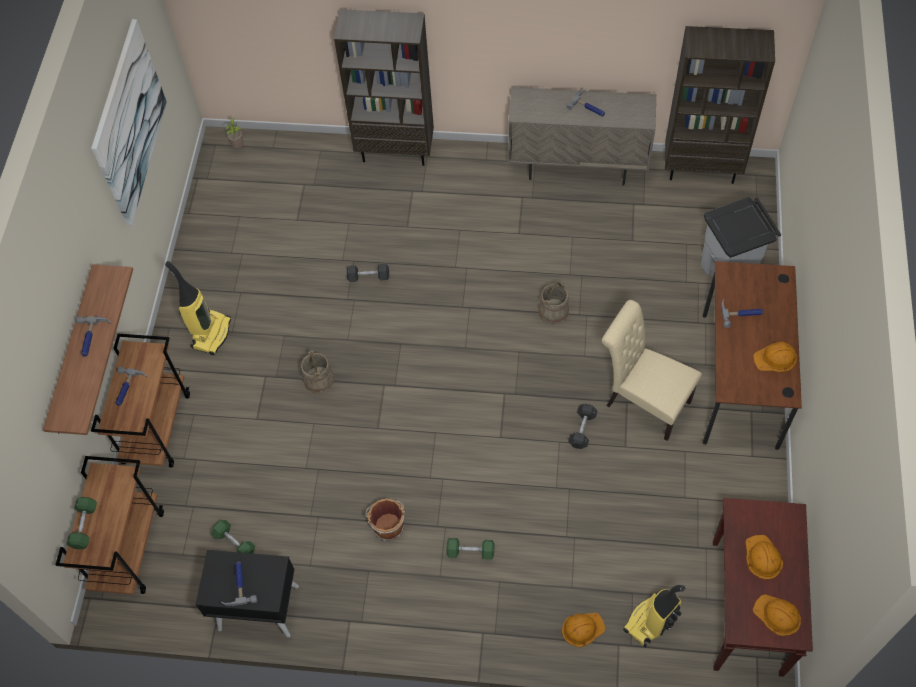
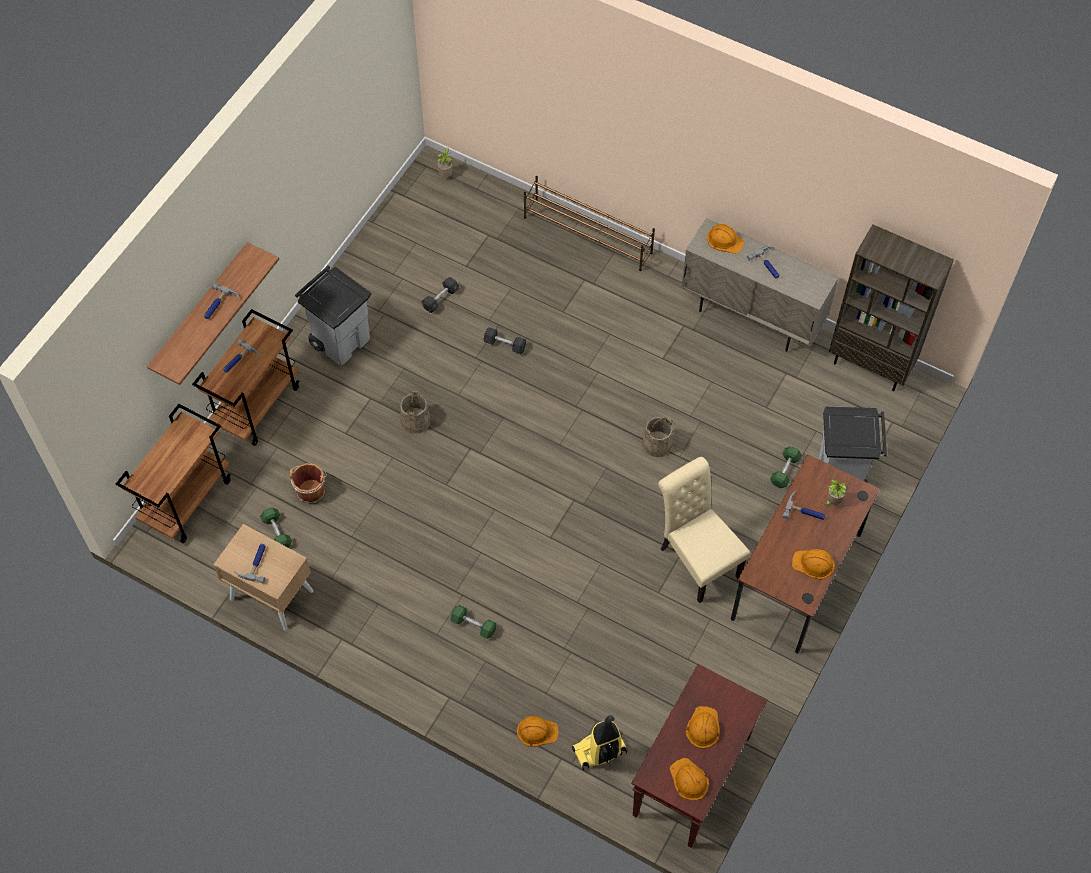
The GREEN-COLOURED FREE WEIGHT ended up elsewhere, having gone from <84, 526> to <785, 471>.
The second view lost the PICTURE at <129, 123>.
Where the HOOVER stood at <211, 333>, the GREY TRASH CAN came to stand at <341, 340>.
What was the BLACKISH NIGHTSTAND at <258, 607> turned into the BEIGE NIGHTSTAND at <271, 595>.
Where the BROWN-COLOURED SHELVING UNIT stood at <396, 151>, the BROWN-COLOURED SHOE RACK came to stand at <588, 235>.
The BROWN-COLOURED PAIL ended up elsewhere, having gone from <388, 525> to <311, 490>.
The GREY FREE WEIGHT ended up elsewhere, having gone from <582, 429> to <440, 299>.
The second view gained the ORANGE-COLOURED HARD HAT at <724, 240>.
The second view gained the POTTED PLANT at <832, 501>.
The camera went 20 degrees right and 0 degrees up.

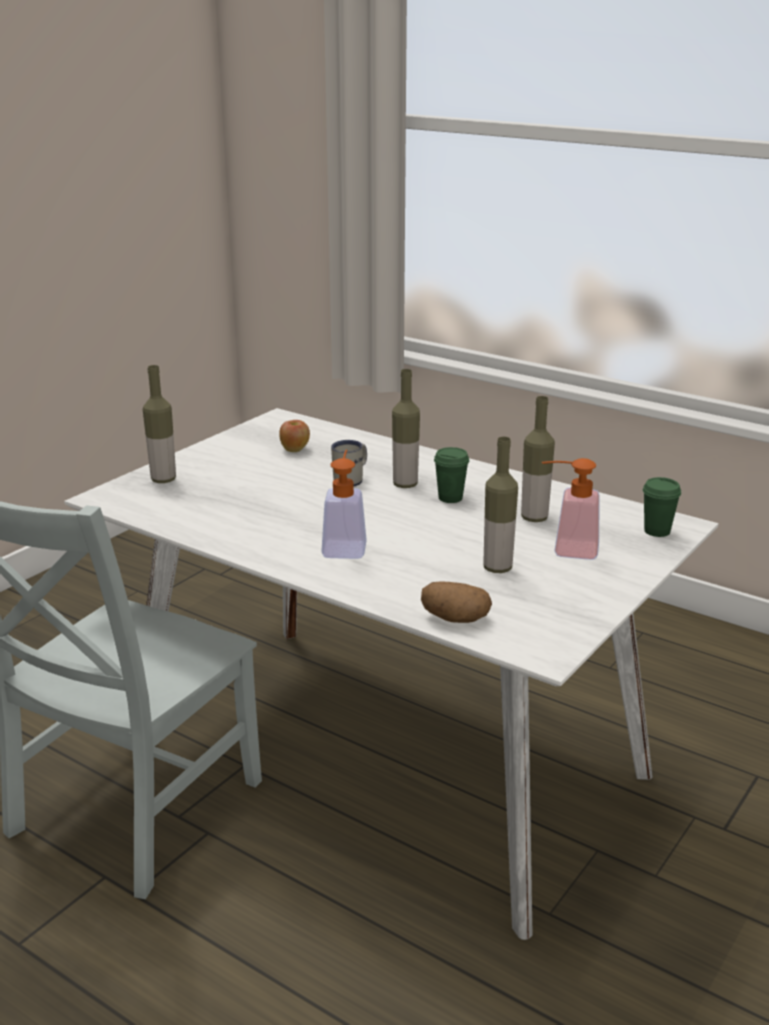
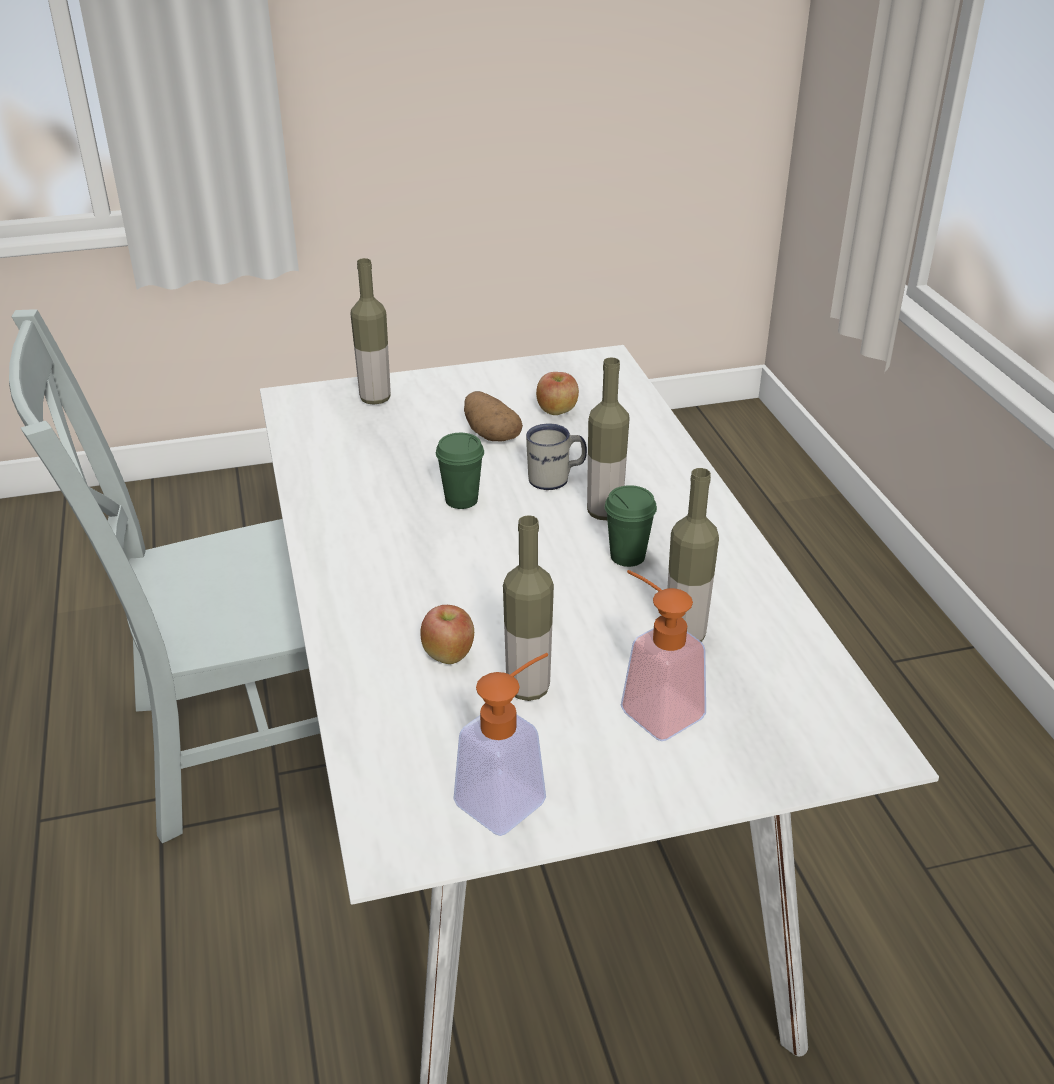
The SOAP DISPENSER ended up elsewhere, having gone from <345, 546> to <511, 795>.
The POTATO ended up elsewhere, having gone from <455, 619> to <490, 434>.
The GREEN-COLOURED SMALL CUP ended up elsewhere, having gone from <657, 531> to <461, 500>.
The second view gained the WHOLE APPLE at <449, 655>.
The camera went 40 degrees right and 10 degrees up.

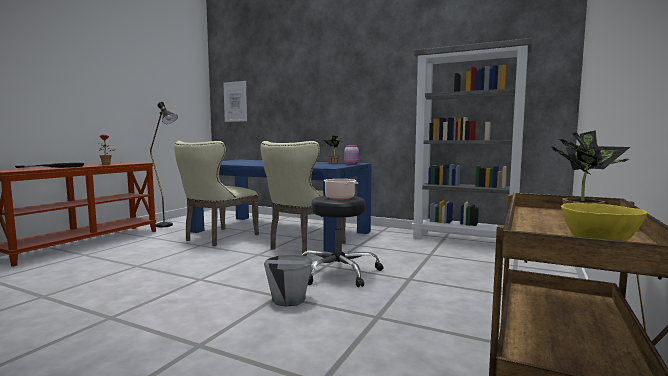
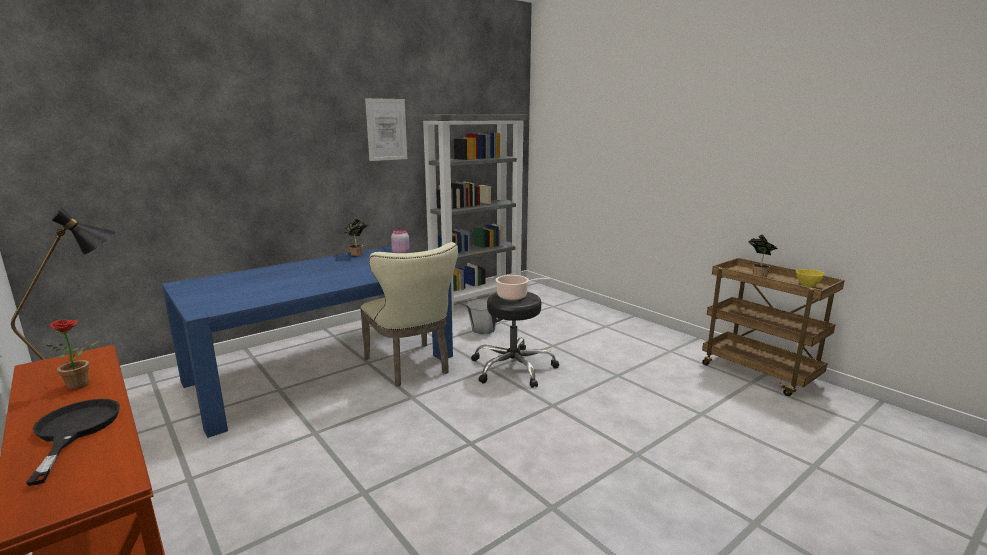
The second view lost the BEIGE CHAIR at <217, 238>.
The PICTURE ended up elsewhere, having gone from <235, 101> to <386, 129>.
The GREY PAIL ended up elsewhere, having gone from <288, 299> to <483, 329>.
The camera went 65 degrees left and 10 degrees up.

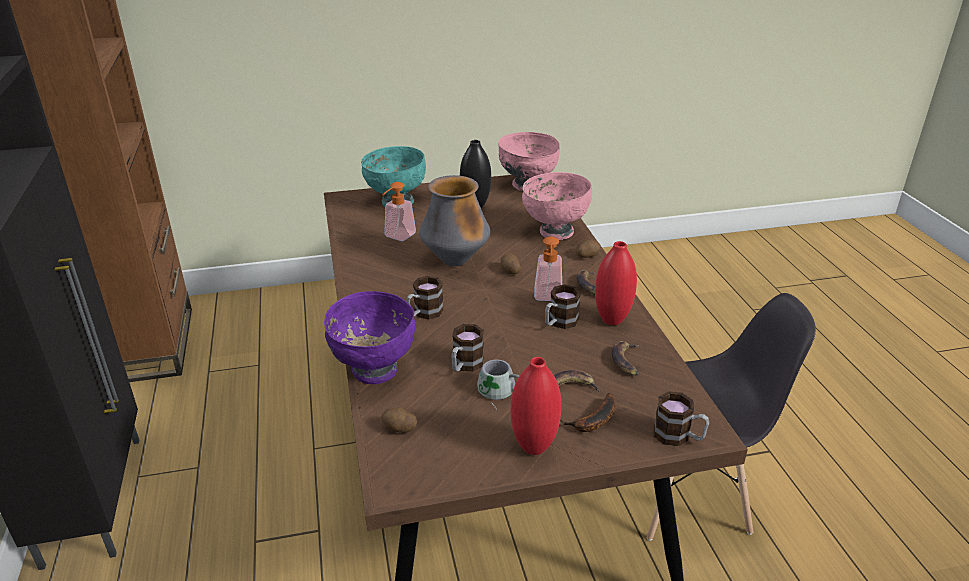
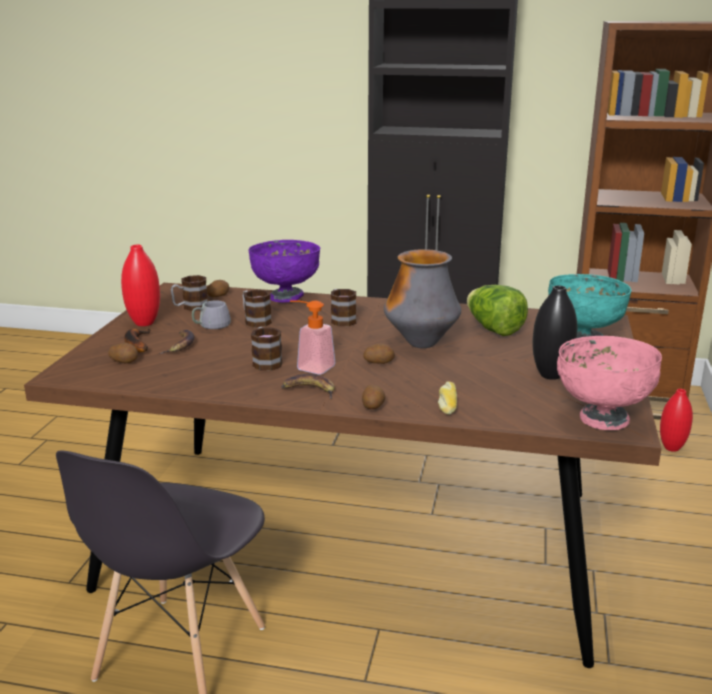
Where the SOAP DISPENSER stood at <397, 237>, the LETTUCE came to stand at <493, 329>.
Where the PINK-COLOURED SERVING BOWL stood at <555, 232>, the BREAD came to stand at <447, 403>.
The RED DECORATIVE VASE ended up elsewhere, having gone from <612, 320> to <671, 448>.
The second view lost the BANANA FRUIT at <626, 361>.
The COFFEE MUG ended up elsewhere, having gone from <678, 436> to <190, 307>.
The second view gained the POTATO at <124, 361>.
The camera went 115 degrees right and 10 degrees down.

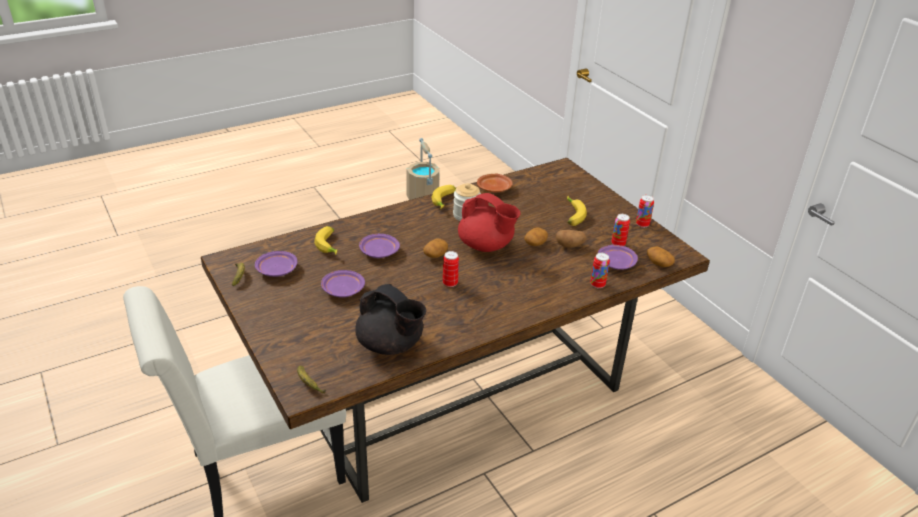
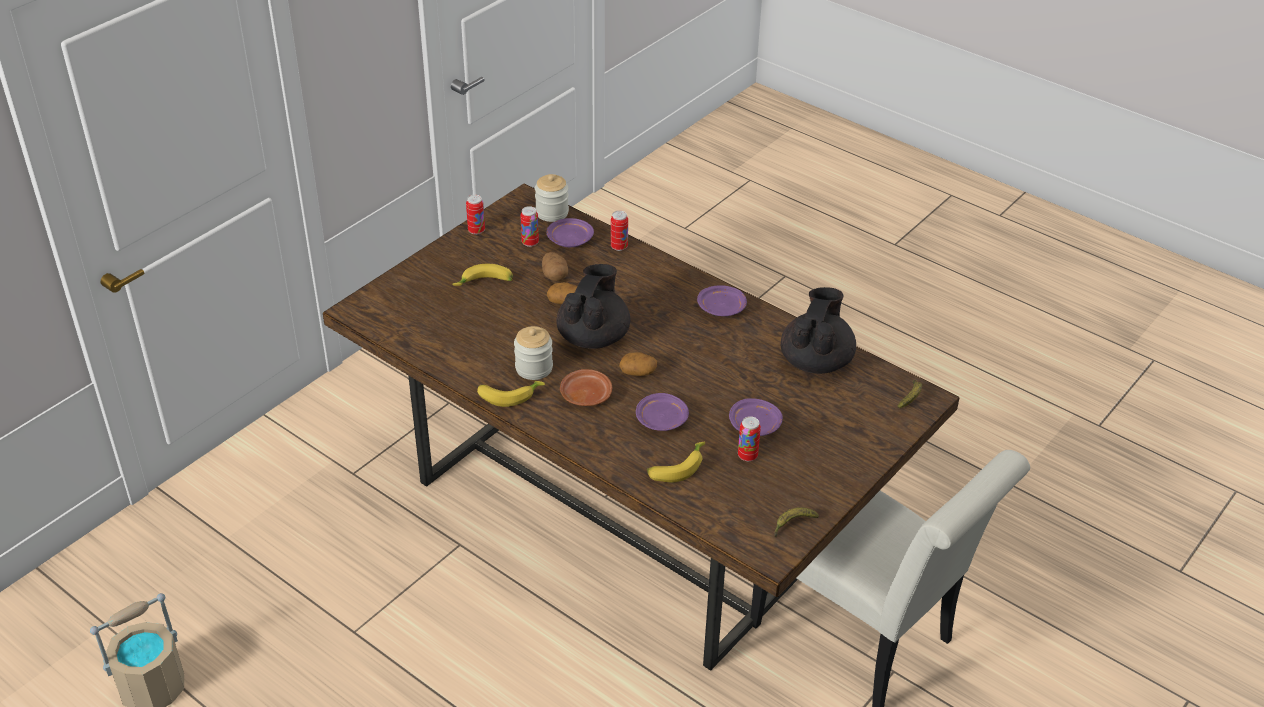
The PURPLISH DINNER PLATE ended up elsewhere, having gone from <276, 270> to <722, 308>.
The METAL CAN ended up elsewhere, having gone from <450, 283> to <747, 456>.
What was the RED TEAPOT at <486, 246> turned into the BLACKISH TEAPOT at <593, 337>.
The BROWN-COLOURED DINNER PLATE ended up elsewhere, having gone from <494, 188> to <585, 395>.
Where the POTATO stood at <658, 263>, the JAR came to stand at <552, 213>.
The camera went 110 degrees left and 5 degrees up.

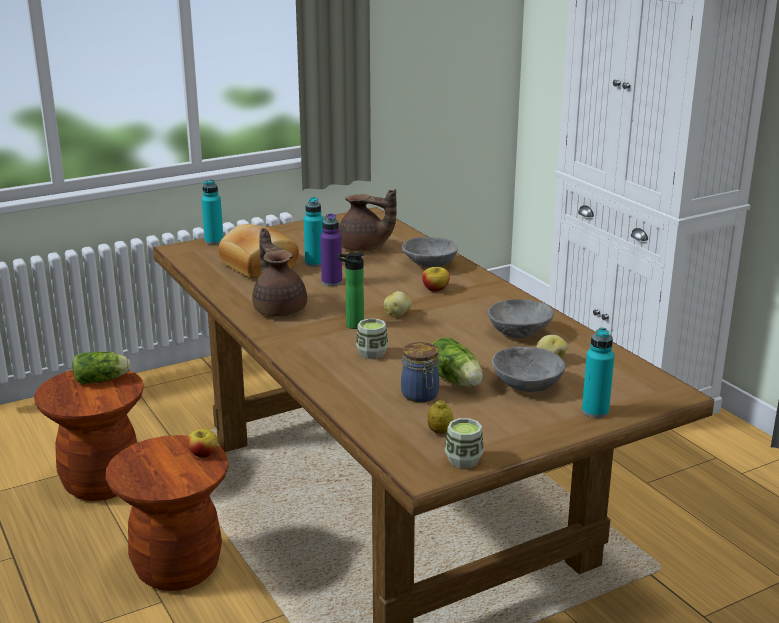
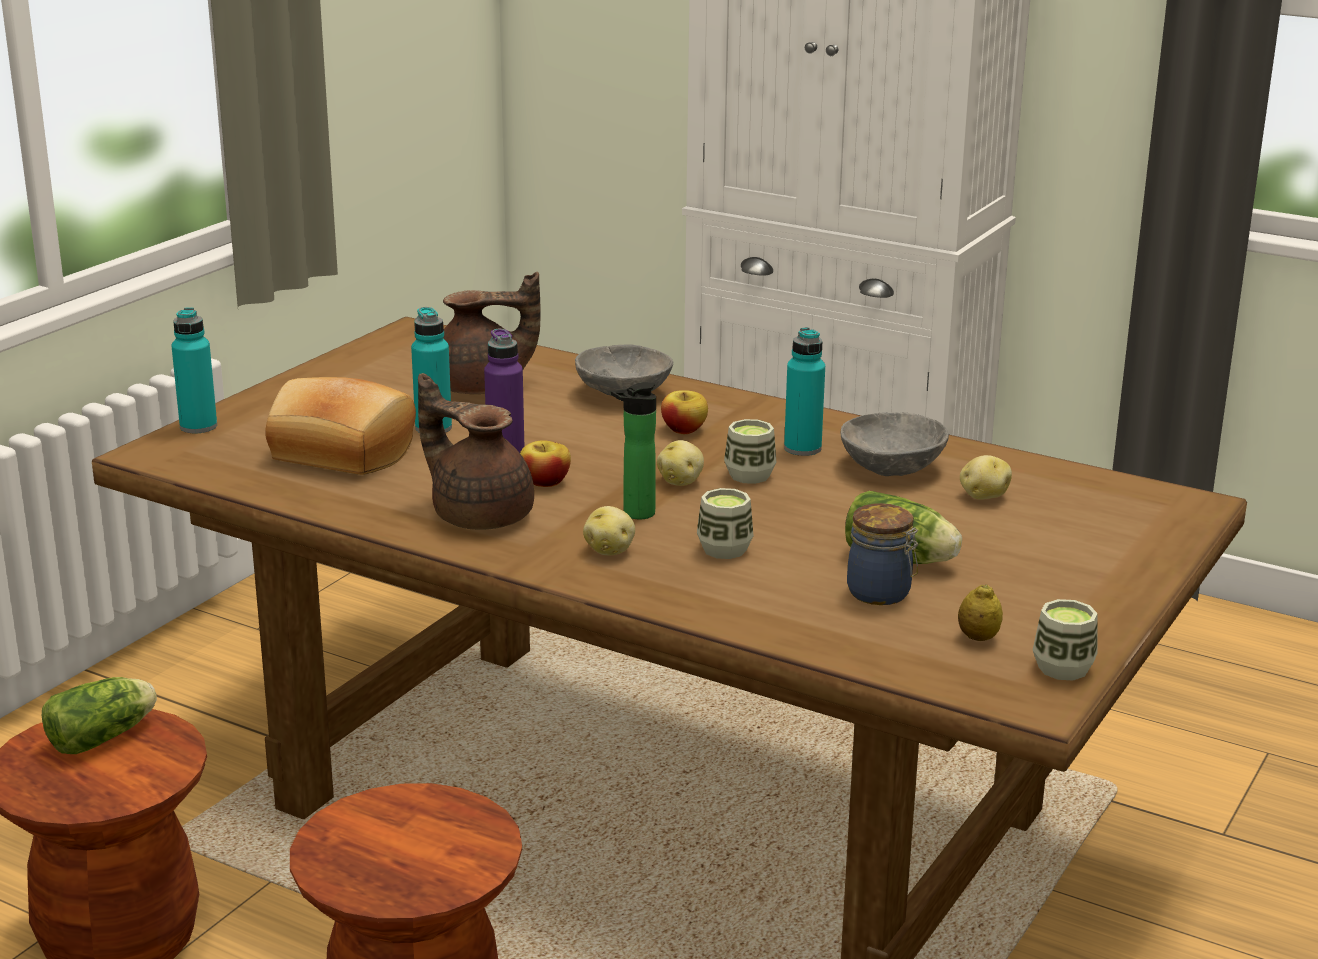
The WHOLE APPLE ended up elsewhere, having gone from <203, 454> to <545, 482>.
The second view lost the GREY SERVING BOWL at <526, 385>.
The TURQUOISE BEVERAGE BOTTLE ended up elsewhere, having gone from <595, 411> to <802, 448>.
The second view gained the POTATO at <610, 550>.
The second view gained the SMALL CUP at <749, 475>.
The camera went 30 degrees left and 0 degrees up.

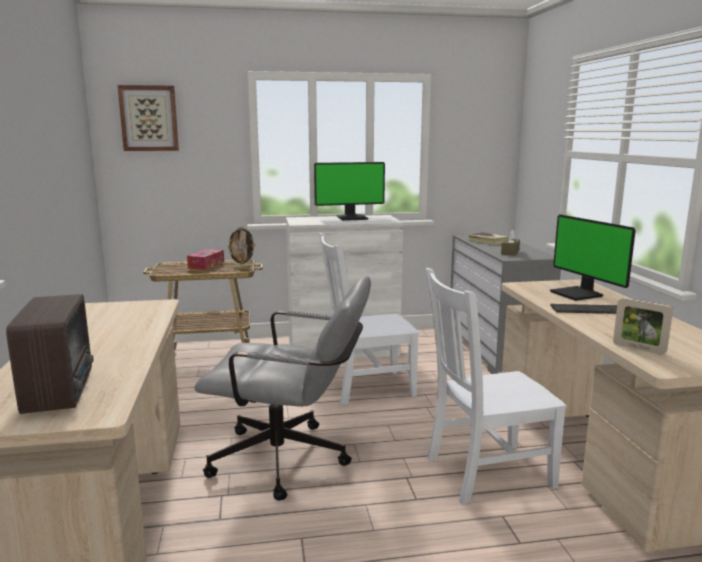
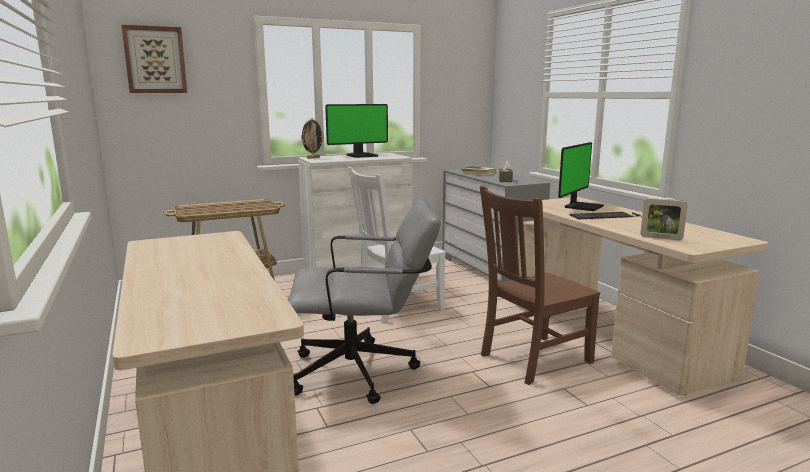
The second view lost the RADIO SET at <62, 390>.
The second view lost the TISSUE HOLDER at <206, 265>.
The STANDING FRAME ended up elsewhere, having gone from <242, 269> to <313, 158>.
What was the WHITE CHAIR at <485, 472> turned into the BROWN-COLOURED CHAIR at <532, 359>.
The COMPUTER DISPLAY at <578, 294> ended up facing another way, 105 degrees counterclockwise from before.
The camera went 15 degrees left and 0 degrees up.

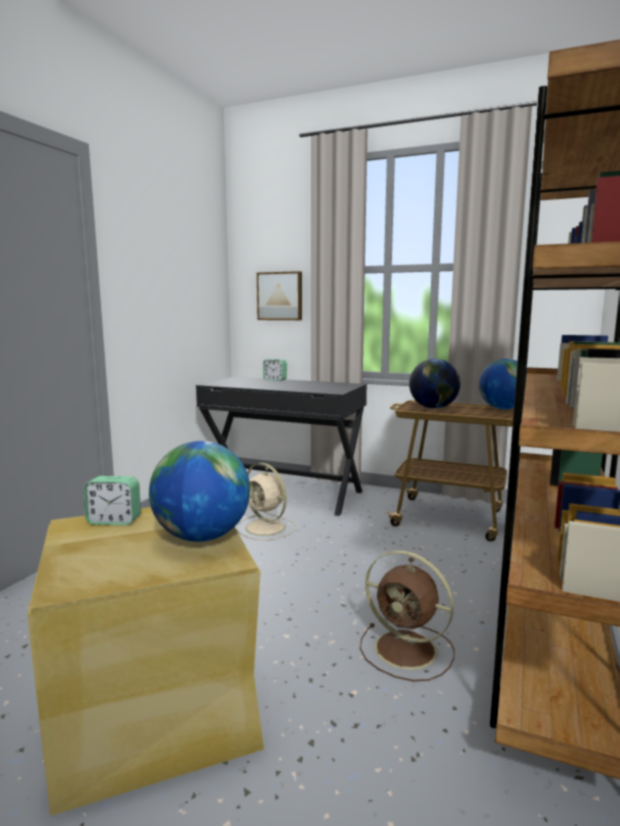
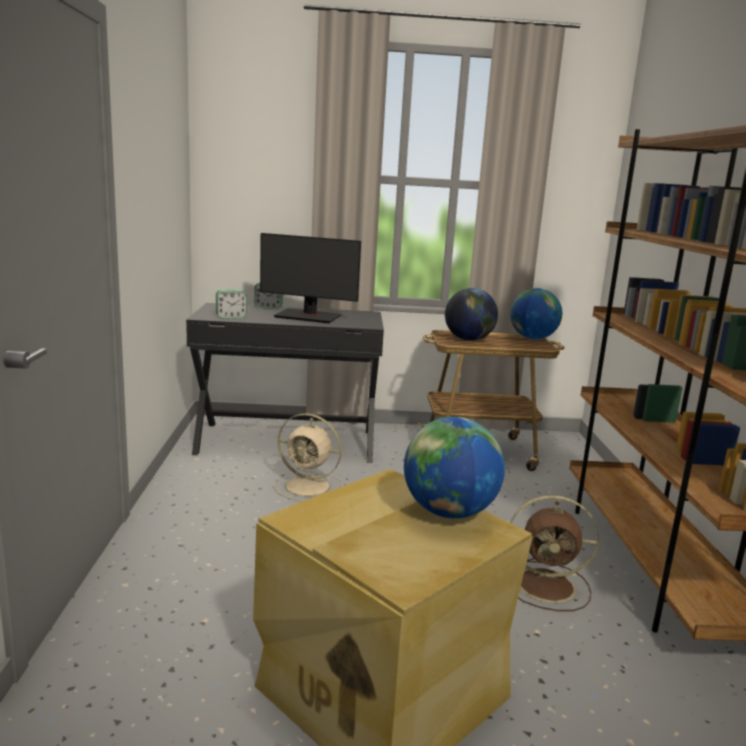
The ALARM CLOCK ended up elsewhere, having gone from <114, 521> to <231, 317>.
The second view lost the PICTURE at <280, 296>.
The second view gained the COMPUTER DISPLAY at <308, 316>.
The camera went 25 degrees left and 5 degrees up.

